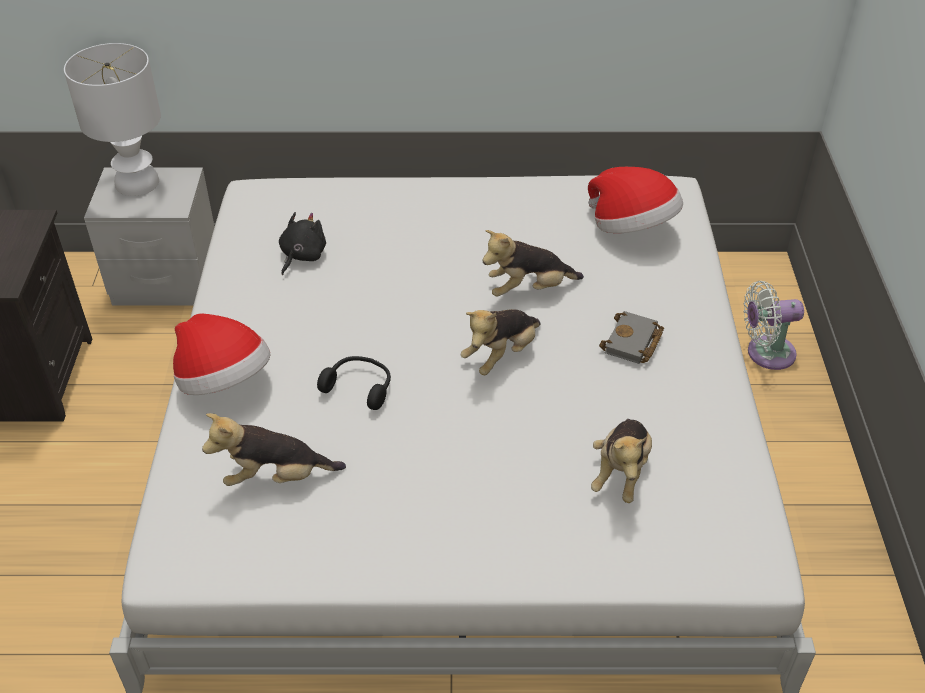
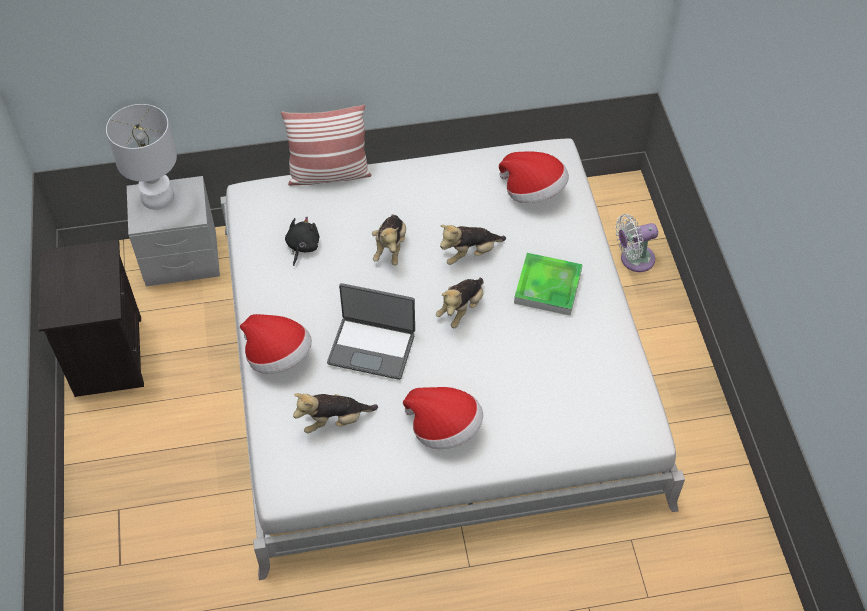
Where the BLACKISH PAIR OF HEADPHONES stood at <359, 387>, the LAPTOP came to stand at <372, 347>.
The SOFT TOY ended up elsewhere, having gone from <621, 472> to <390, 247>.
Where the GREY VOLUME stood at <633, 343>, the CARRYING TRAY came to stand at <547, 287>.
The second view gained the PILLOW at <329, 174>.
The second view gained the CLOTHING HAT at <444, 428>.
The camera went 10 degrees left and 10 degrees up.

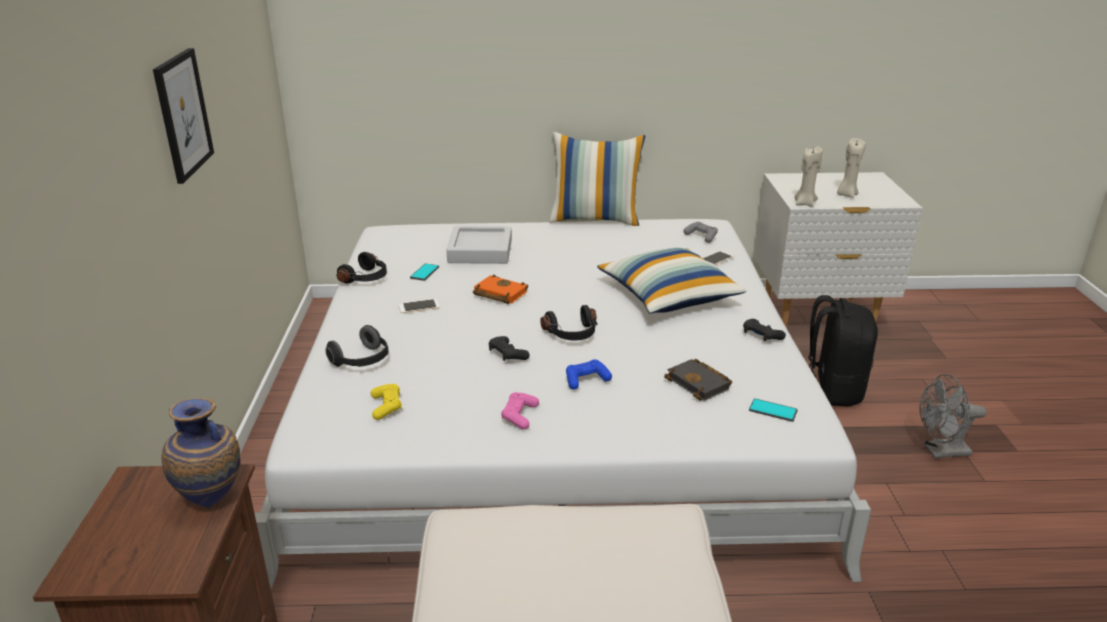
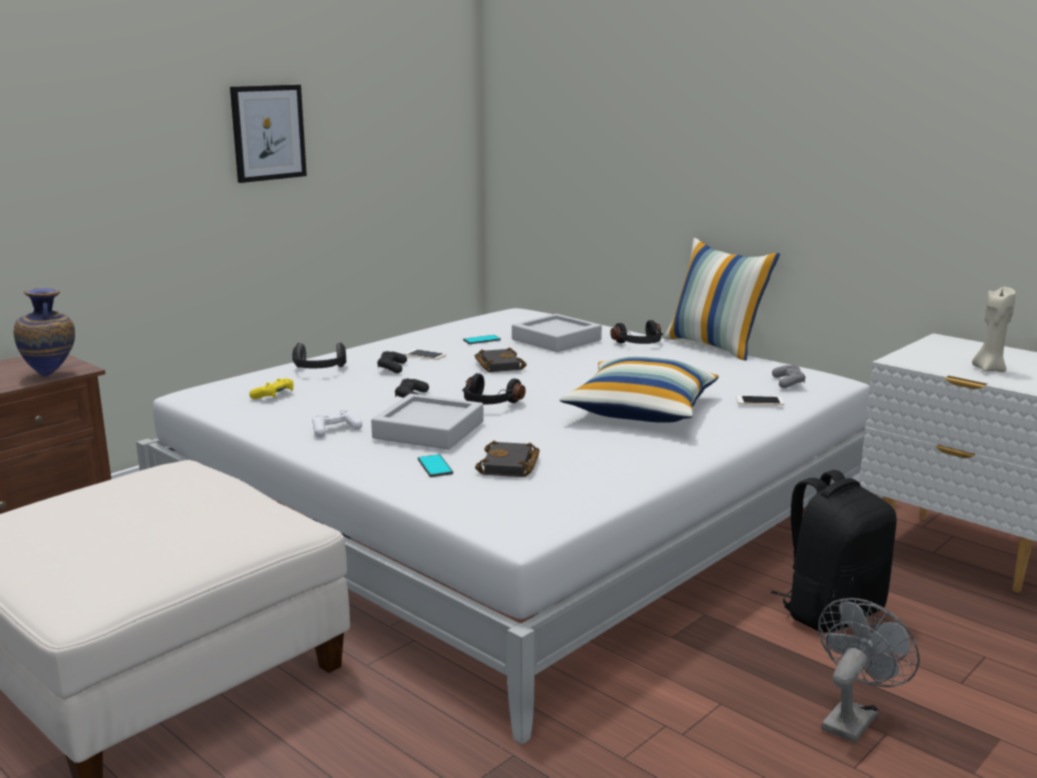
The BLACKISH PAIR OF HEADPHONES ended up elsewhere, having gone from <366, 278> to <640, 344>.
What was the ORANGE-COLOURED VOLUME at <498, 294> turned into the BLACKISH VOLUME at <497, 365>.
What was the PINK-COLOURED GAME CONTROLLER at <519, 416> turned into the WHITE GAME CONTROLLER at <335, 430>.
Where the BLUE-COLOURED GAME CONTROLLER stood at <586, 380>, the GREY CARRYING TRAY came to stand at <429, 430>.
The BLACKISH GAME CONTROLLER ended up elsewhere, having gone from <761, 335> to <392, 368>.
The HANDSET ended up elsewhere, having gone from <773, 410> to <435, 466>.
The second view lost the BEIGE CANDLE at <804, 203>.
The GREY ELECTRIC FAN at <940, 451> ended up facing another way, 90 degrees clockwise from before.
The camera went 45 degrees right and 10 degrees down.

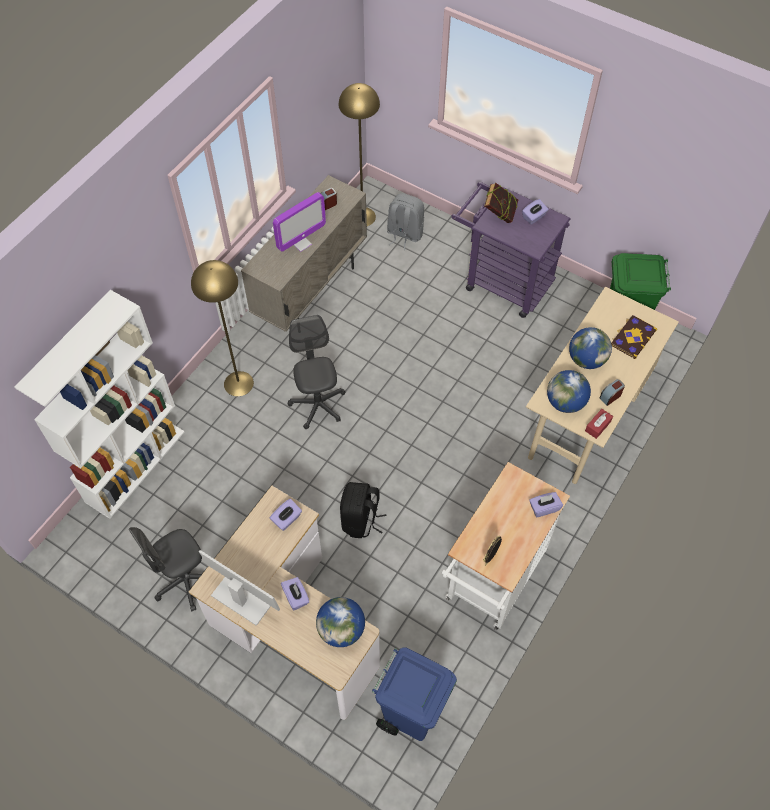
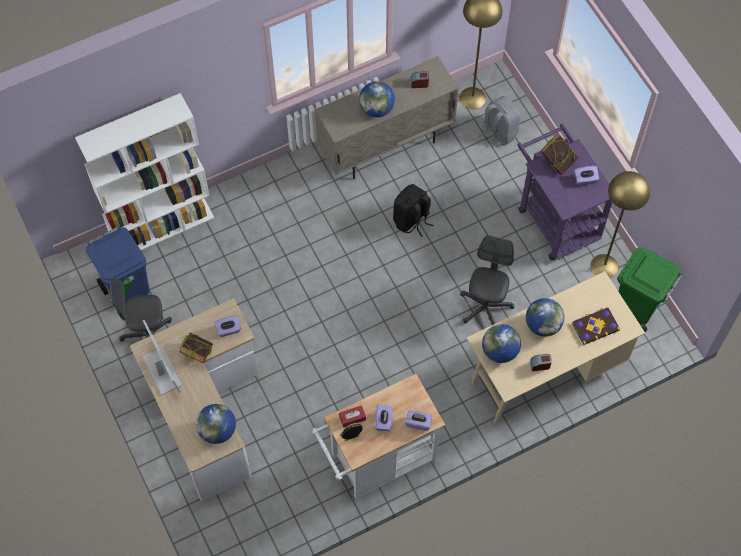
The YELLOW FLOOR LAMP ended up elsewhere, having gone from <238, 383> to <604, 266>.
Where the COMPUTER DISPLAY stood at <301, 243>, the WORLD GLOBE came to stand at <376, 109>.
The PURPLISH TISSUE HOLDER ended up elsewhere, having gone from <296, 597> to <383, 421>.
The GREY OFFICE CHAIR ended up elsewhere, having gone from <318, 405> to <485, 307>.
The BLACKISH KNAPSACK ended up elsewhere, having gone from <360, 520> to <411, 220>.
The BLUE-COLOURED TRASH CAN ended up elsewhere, having gone from <412, 711> to <128, 288>.
The RED TISSUE HOLDER ended up elsewhere, having gone from <597, 426> to <352, 418>.
The second view gained the VOLUME at <198, 354>.
The camera went 30 degrees right and 5 degrees up.

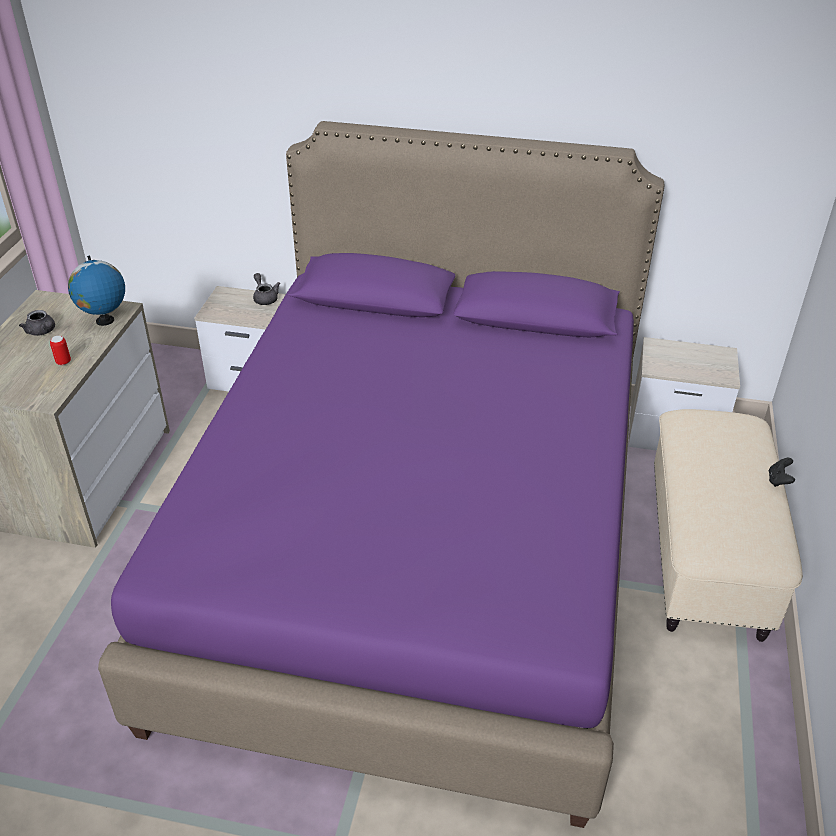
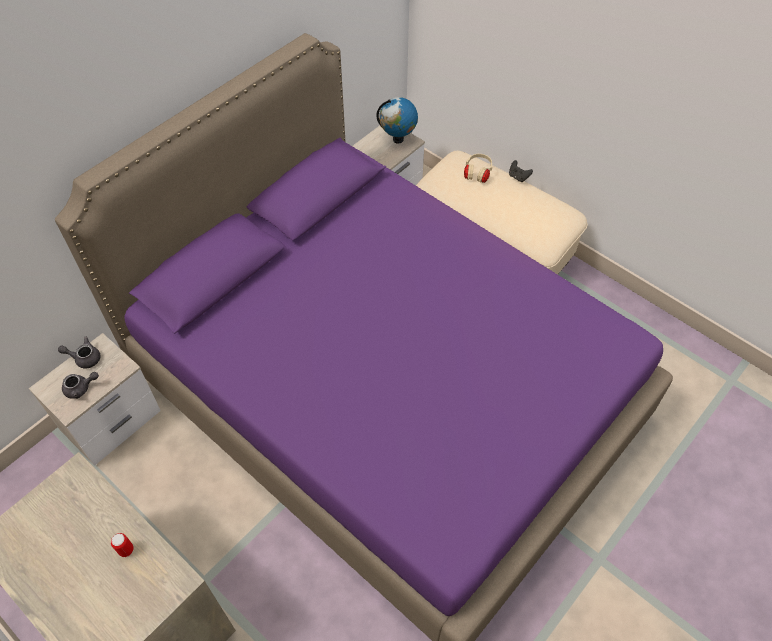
The GREY TEAPOT ended up elsewhere, having gone from <42, 332> to <81, 388>.
The WORLD GLOBE ended up elsewhere, having gone from <104, 321> to <398, 139>.
The second view gained the BEIGE PAIR OF HEADPHONES at <477, 174>.
The camera went 60 degrees left and 15 degrees up.

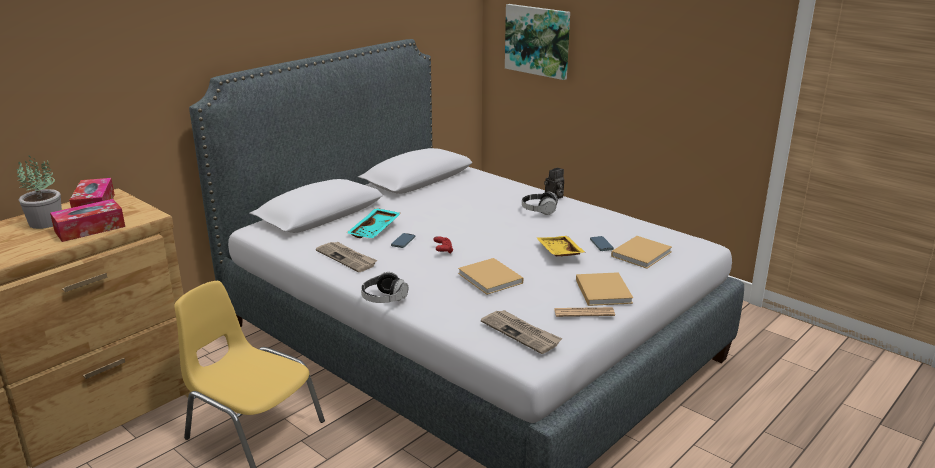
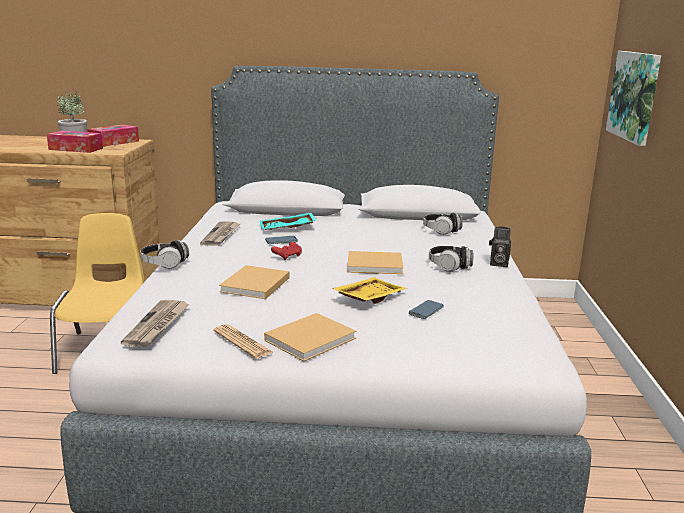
The BEIGE VOLUME ended up elsewhere, having gone from <642, 253> to <376, 265>.
The second view gained the PAIR OF HEADPHONES at <441, 231>.
The camera went 50 degrees right and 5 degrees down.

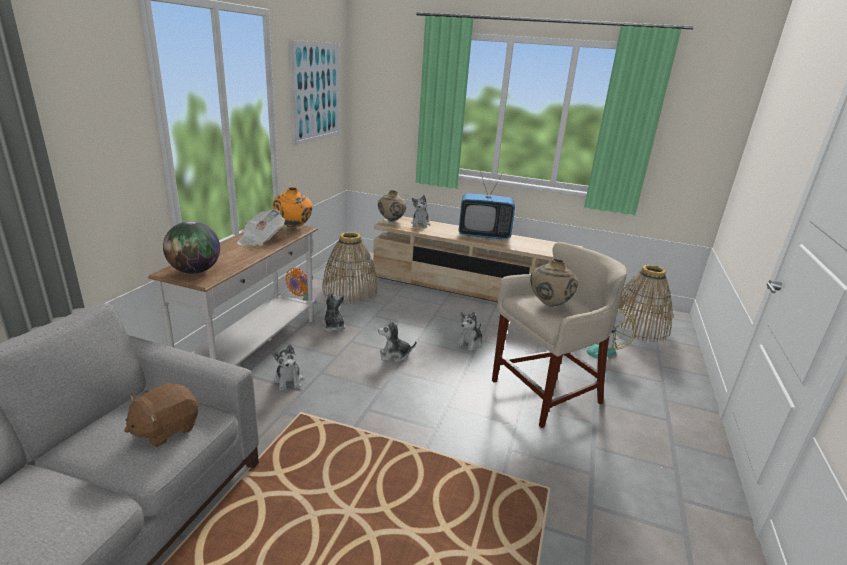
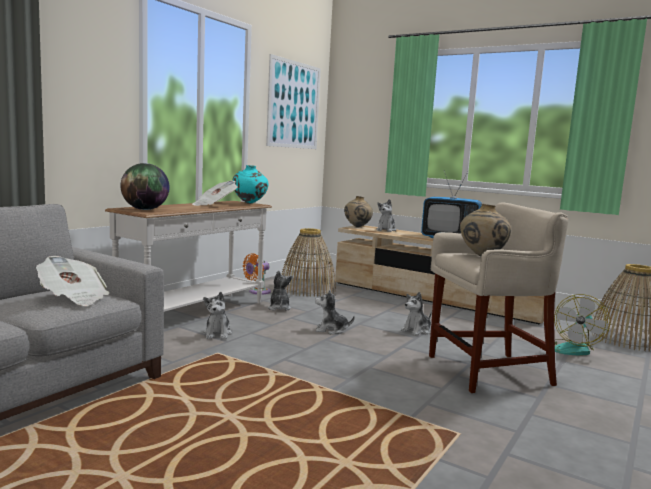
Where the BROWN-COLOURED SOFT TOY stood at <165, 429>, the DAILY PAPER came to stand at <74, 298>.
What was the ORANGE-COLOURED DECORATIVE VASE at <294, 227> turned into the TURQUOISE DECORATIVE VASE at <249, 203>.
The camera went 15 degrees right and 15 degrees down.

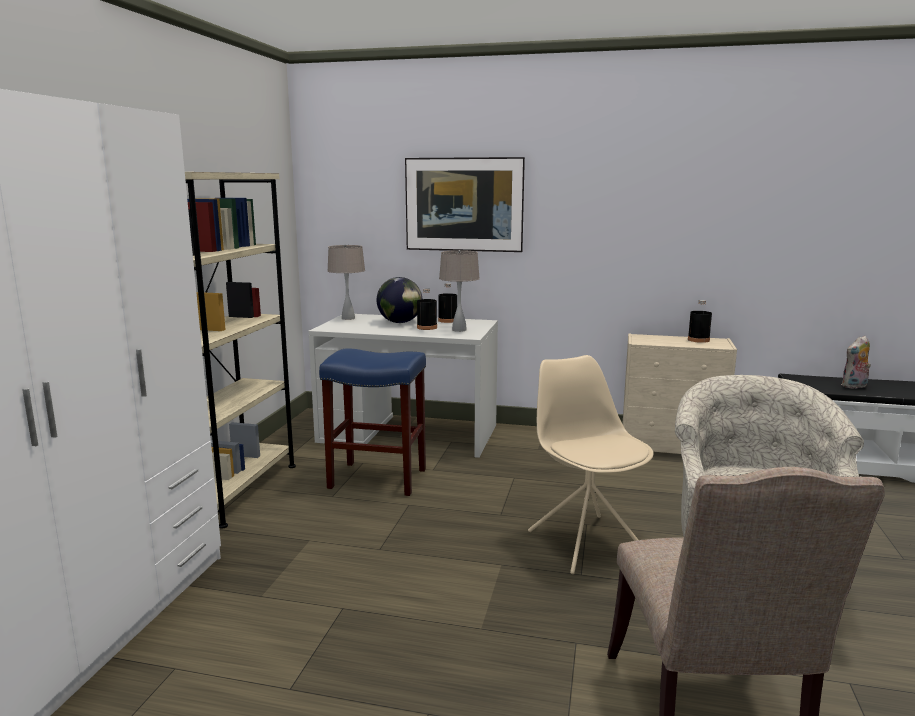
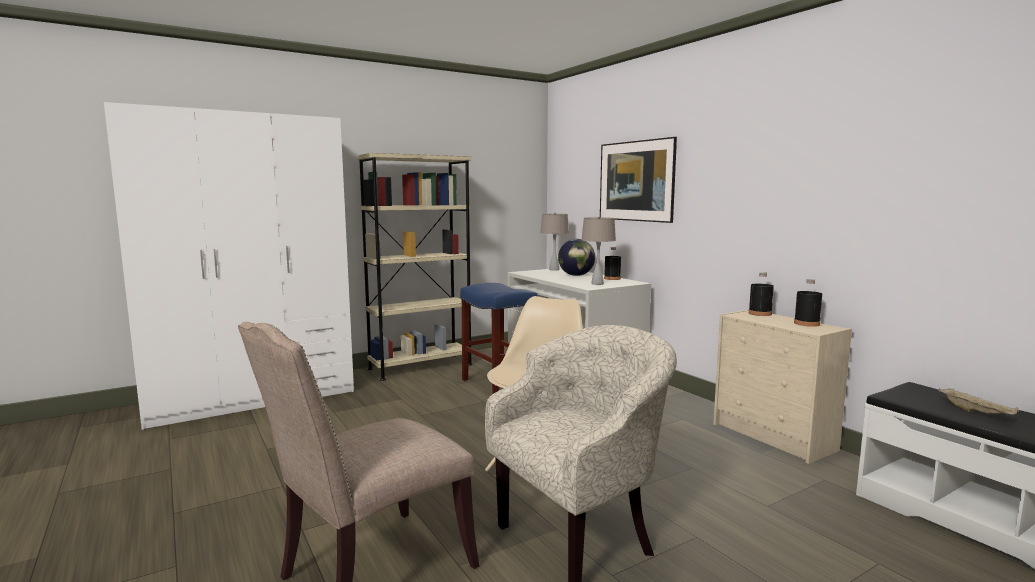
The BLACKISH BEVERAGE BOTTLE ended up elsewhere, having gone from <427, 327> to <760, 313>.
Where the SOFT TOY stood at <854, 386>, the BEIGE CARRYING TRAY came to stand at <977, 412>.
The camera went 45 degrees right and 5 degrees down.

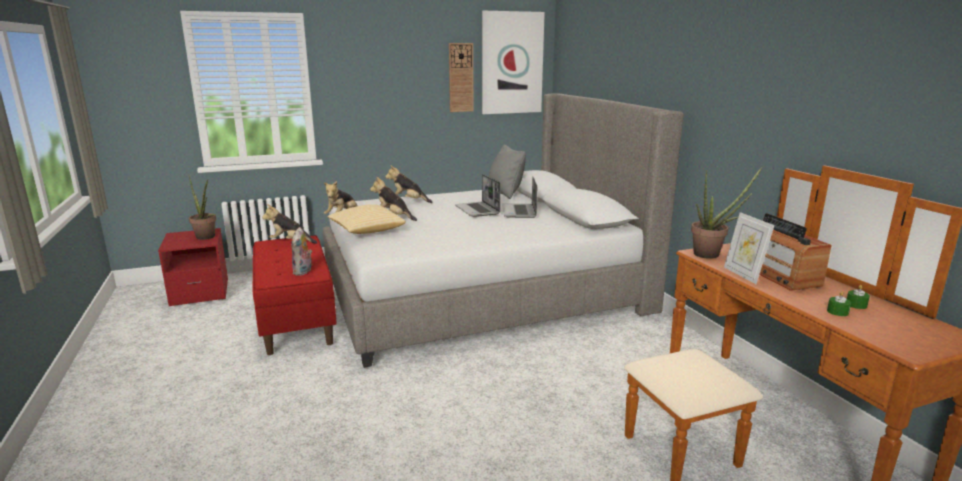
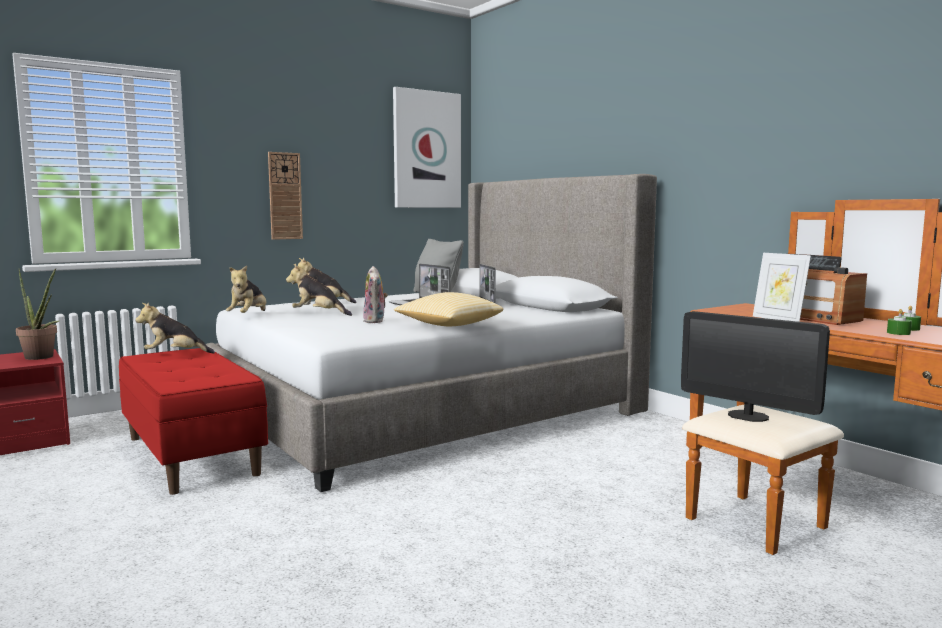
The SOFT TOY ended up elsewhere, having gone from <303, 272> to <375, 321>.
The PILLOW ended up elsewhere, having gone from <366, 231> to <448, 325>.
The HANGING CLOCK ended up elsewhere, having gone from <461, 77> to <285, 196>.
The second view lost the POTTED PLANT at <712, 254>.
The second view gained the COMPUTER DISPLAY at <748, 416>.
The camera went 15 degrees left and 10 degrees down.

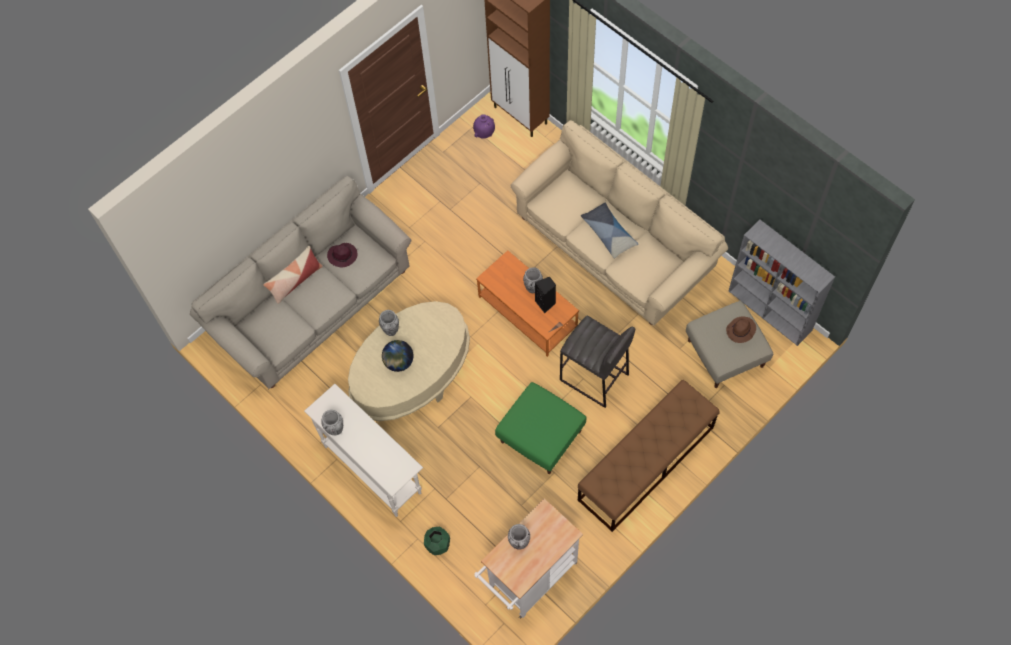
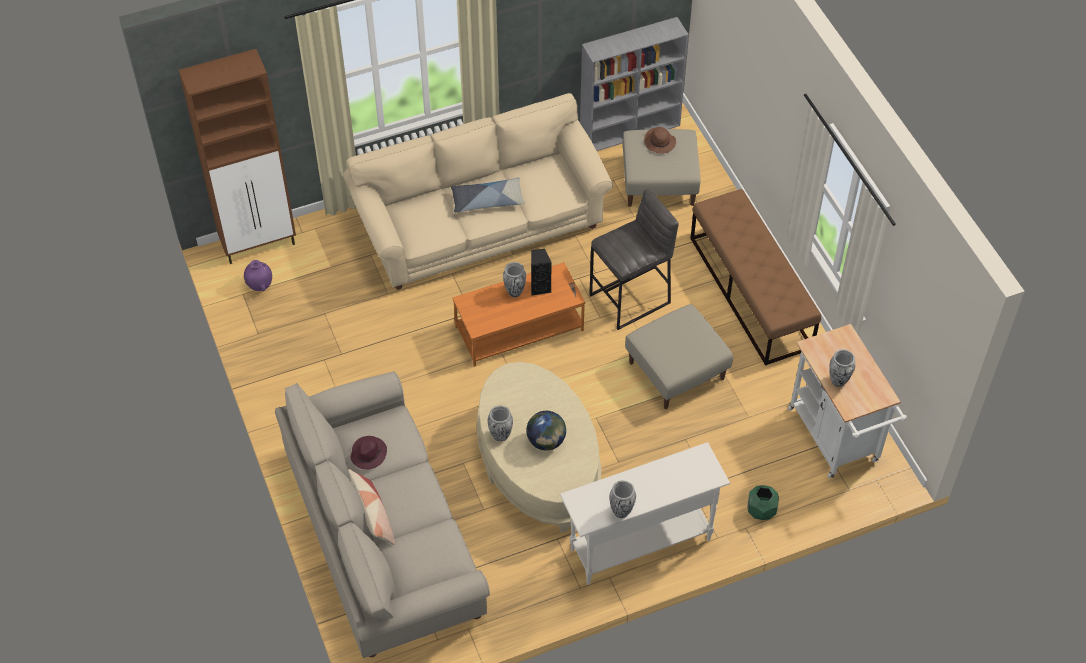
What was the GREEN-COLOURED OTTOMAN at <540, 436> turned into the BEIGE OTTOMAN at <676, 371>.
The camera went 70 degrees left and 10 degrees down.

